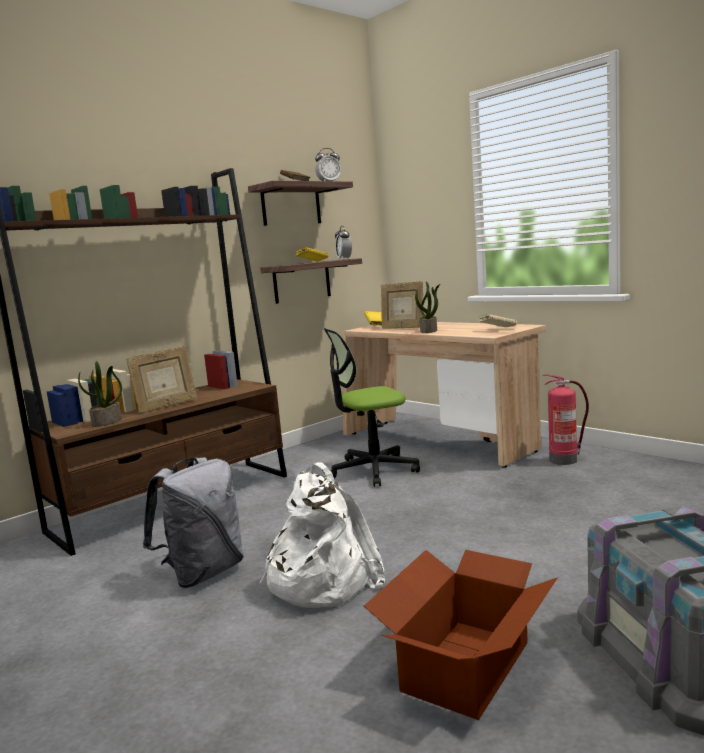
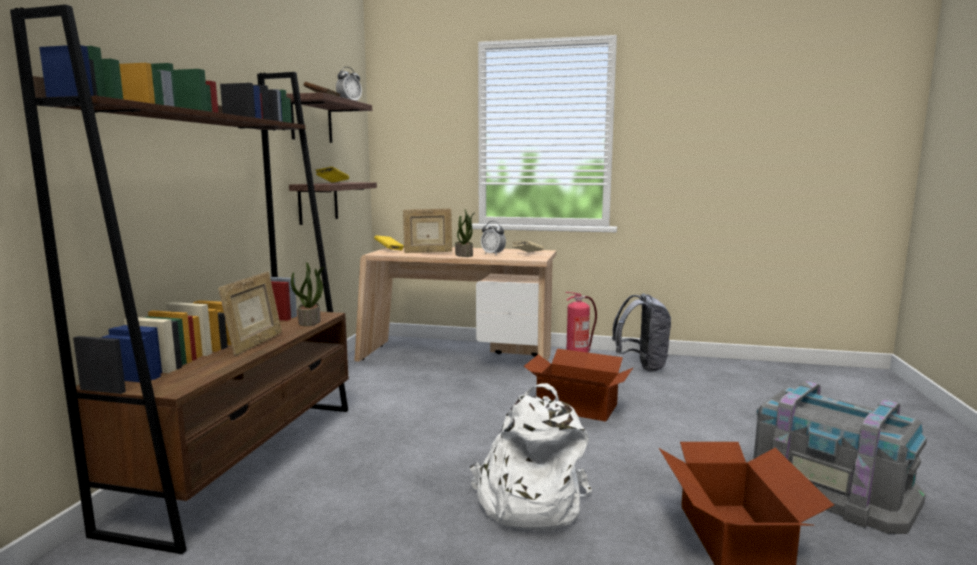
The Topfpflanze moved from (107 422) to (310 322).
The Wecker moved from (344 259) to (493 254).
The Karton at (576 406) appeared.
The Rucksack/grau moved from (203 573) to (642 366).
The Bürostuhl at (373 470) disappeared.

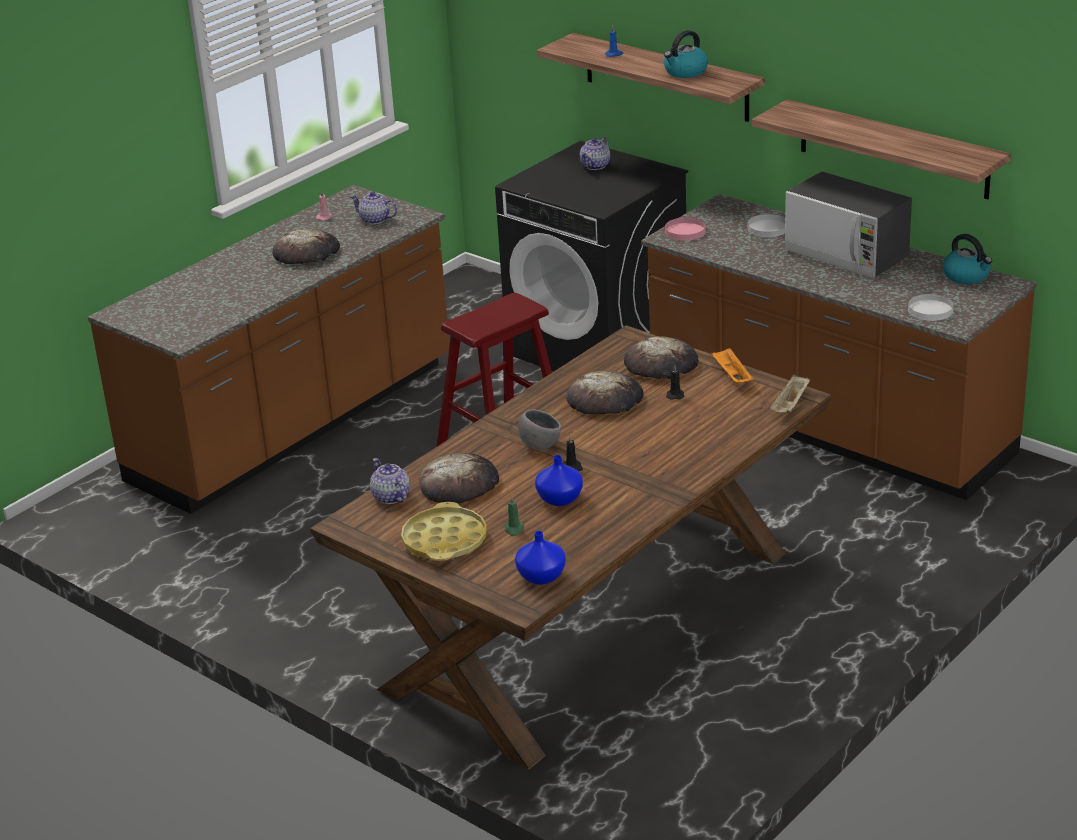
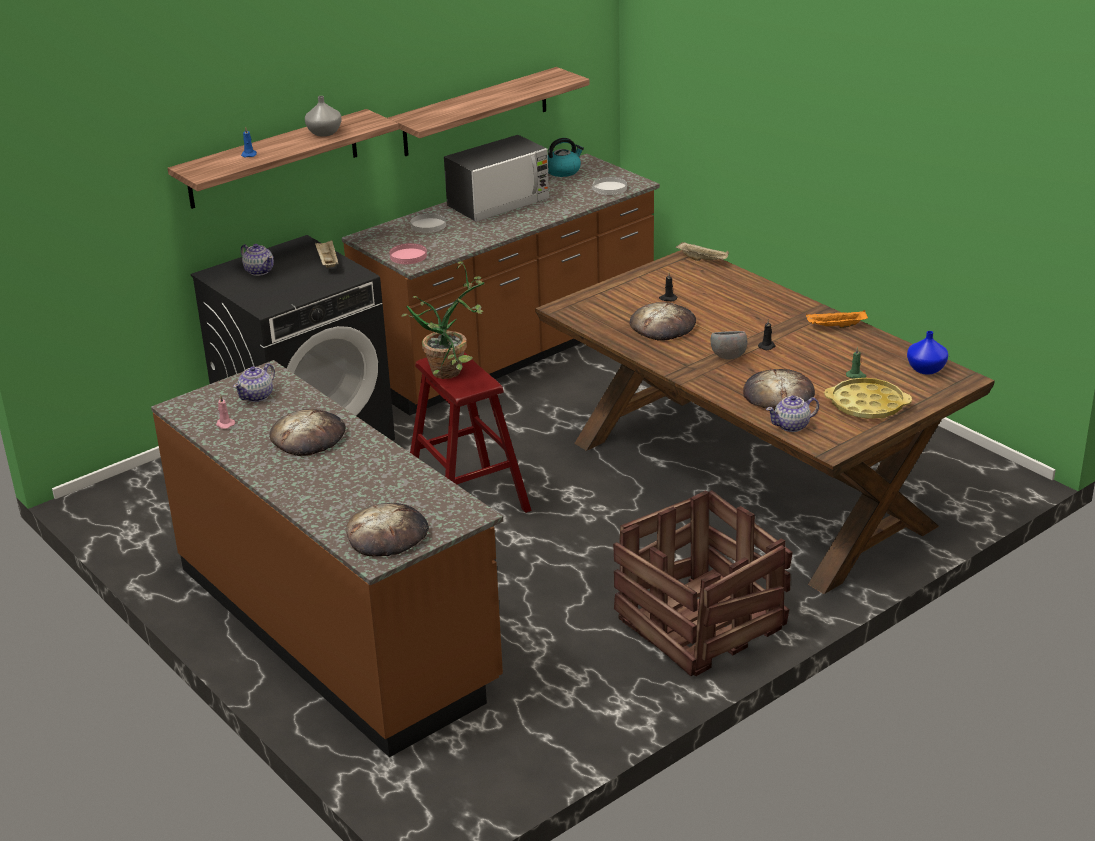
The Wasserkessel at (685 72) was replaced by the Vase/grau at (324 132).
The Tablett/beige at (327 262) appeared.
The Brot moved from (661 365) to (387 534).
The Topfpflanze at (454 373) appeared.
The Kiste at (698 625) appeared.
The Tablett/orange moved from (731 376) to (835 327).
The Vase/blau at (558 499) disappeared.

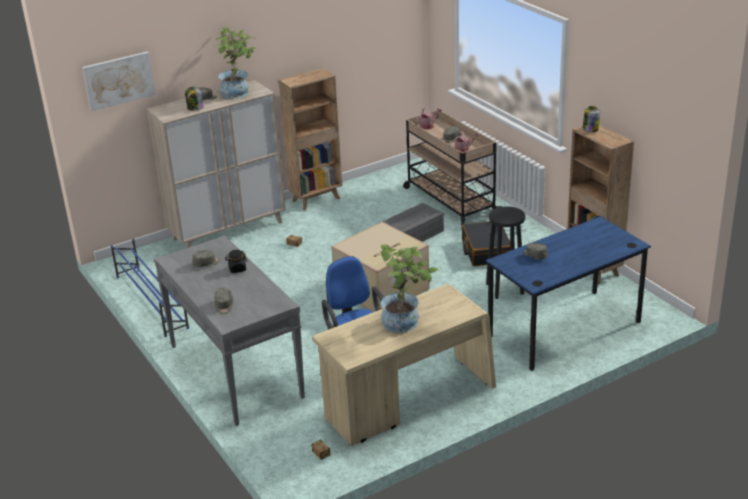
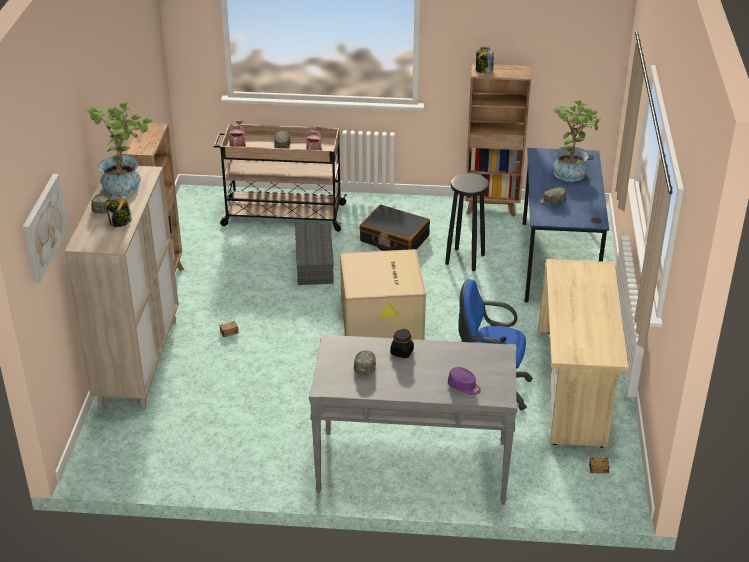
The Kappe/grau at (224 306) became the Kappe/lila at (464 386).
The Topfpflanze moved from (406 322) to (571 171).
The Schuhregal/blau at (151 301) disappeared.

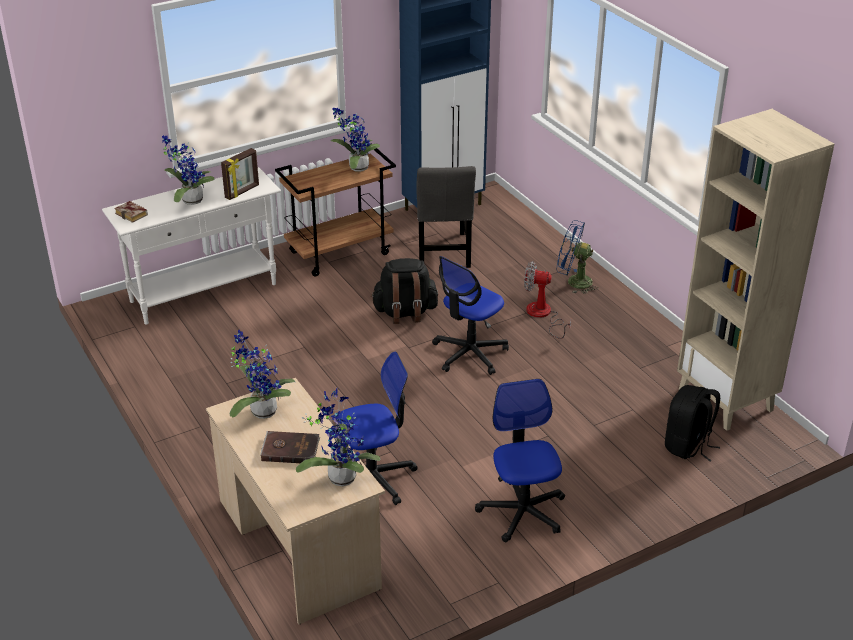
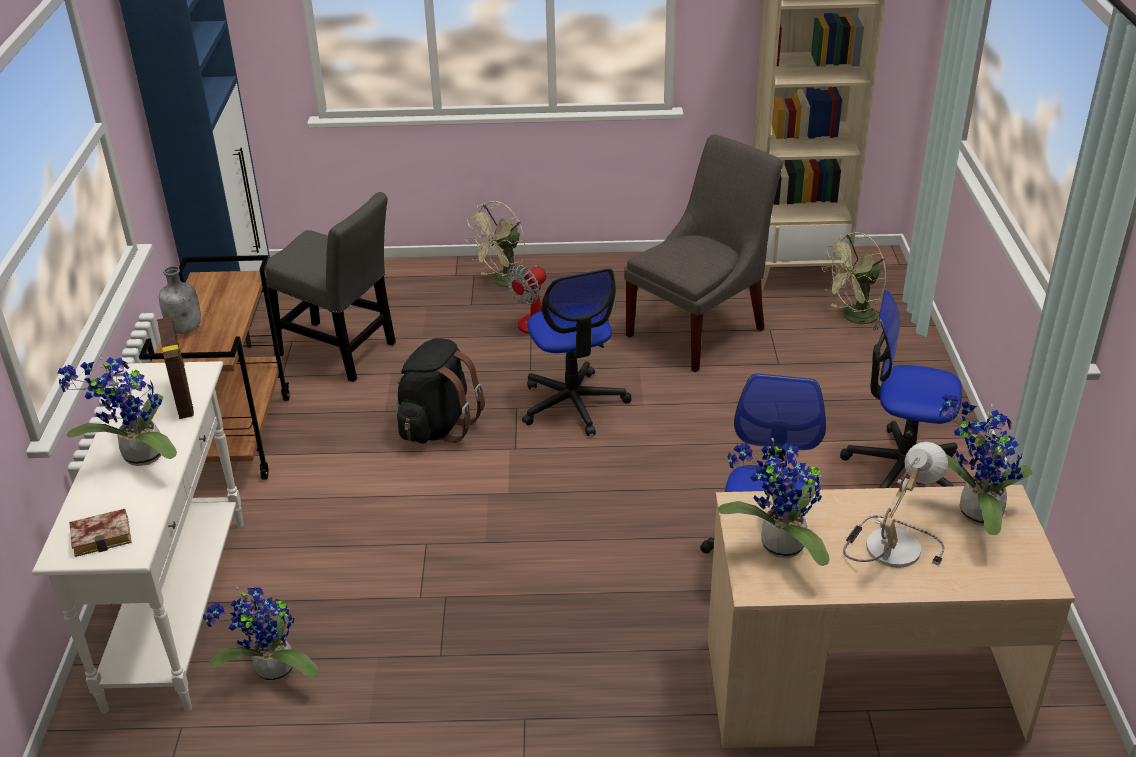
The Flasche/grau at (186 329) appeared.
The Topfpflanze moved from (356 167) to (271 673).
The Ventilator/blau at (573 282) became the Ventilator/beige at (504 283).
The Stuhl/grau at (700 330) appeared.
The Rucksack/schwarz at (688 446) was replaced by the Ventilator/grün at (854 318).
The Buch/braun at (290 449) was replaced by the Tischlampe at (889 544).

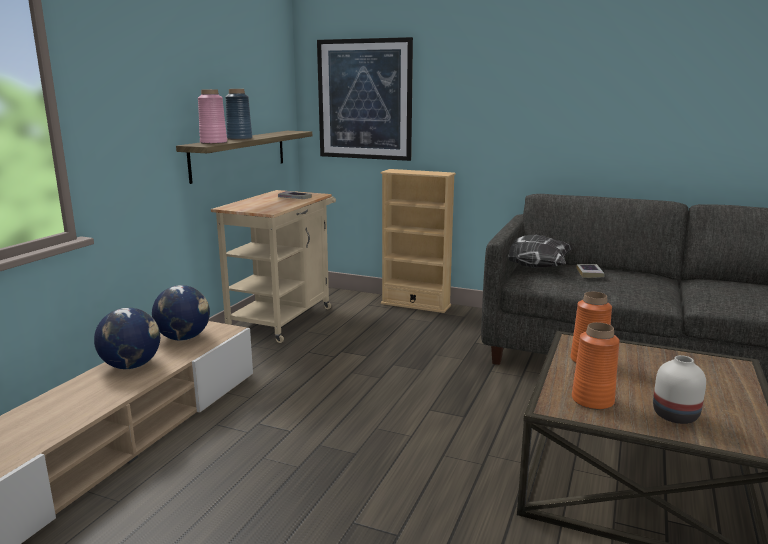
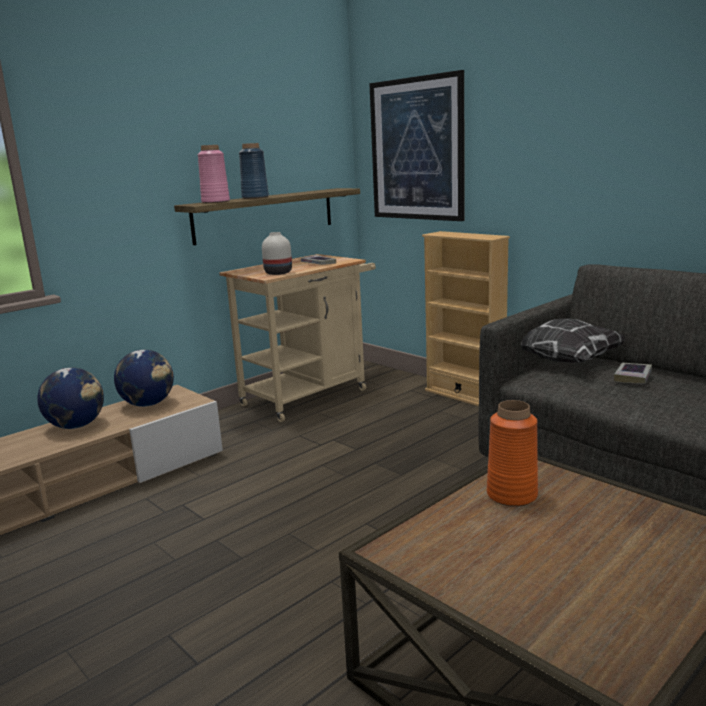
The Vase/weiß moved from (676 416) to (278 273).
The Vase/orange at (592 400) disappeared.

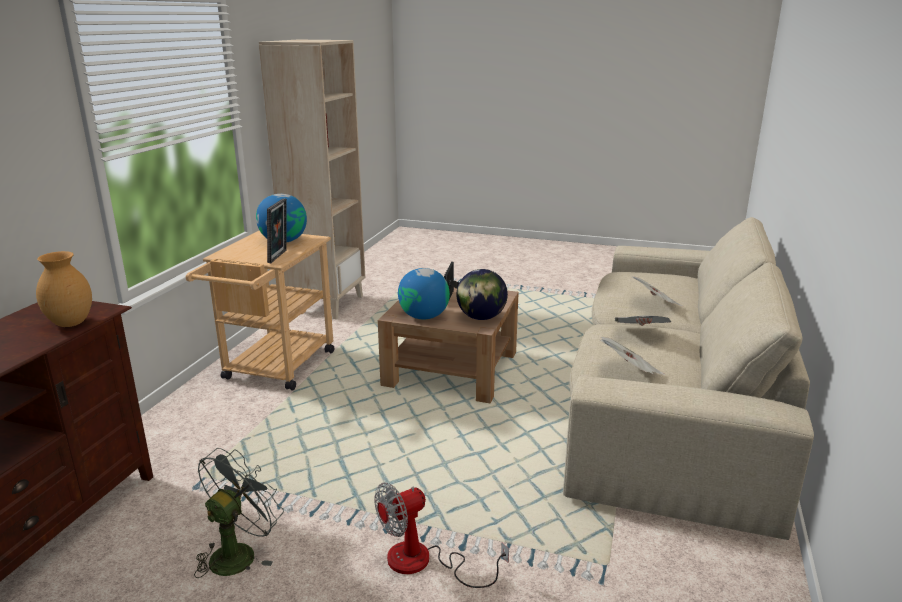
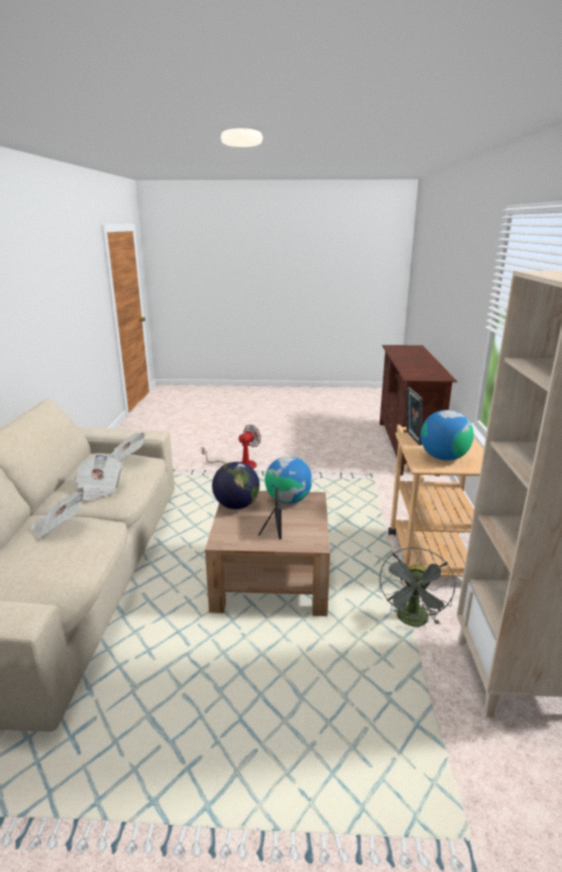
The Ventilator/grau moved from (239 553) to (413 621).
The Vase/braun at (71 323) disappeared.

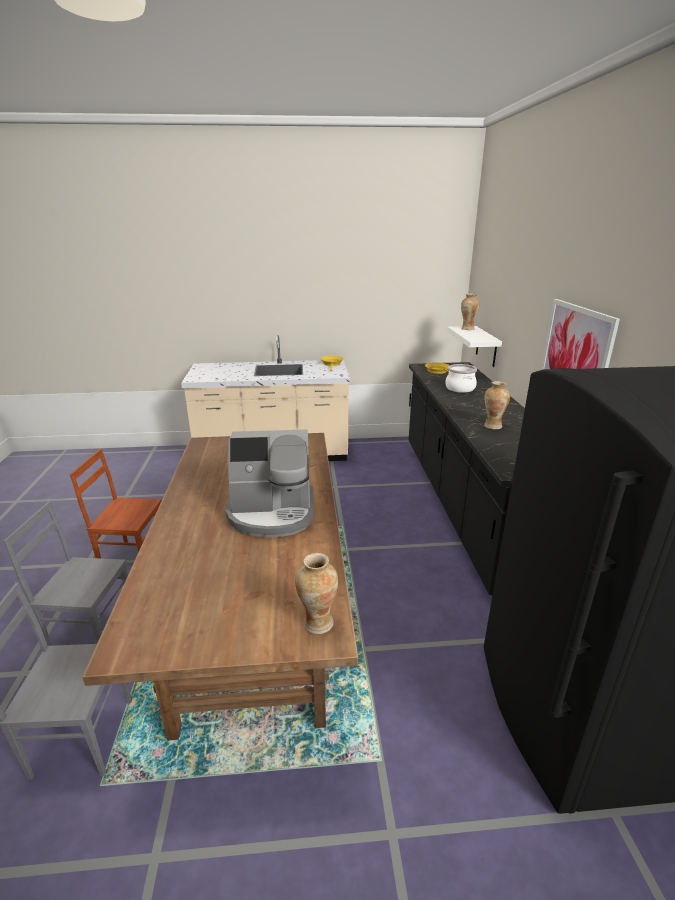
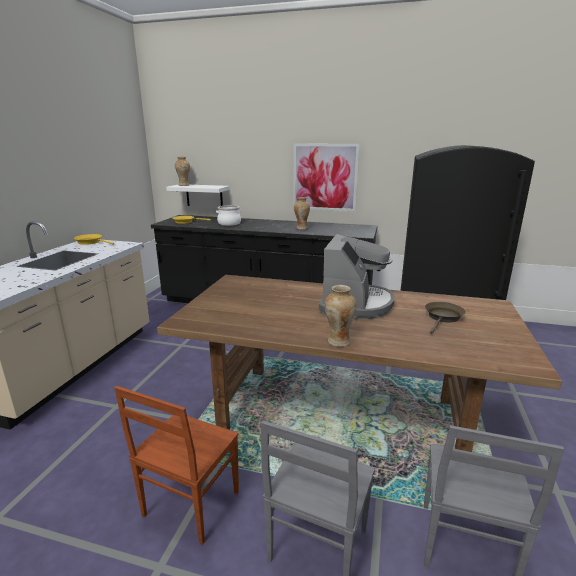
The Vase moved from (317 622) to (338 342).
The Pfanne/braun at (443 318) appeared.

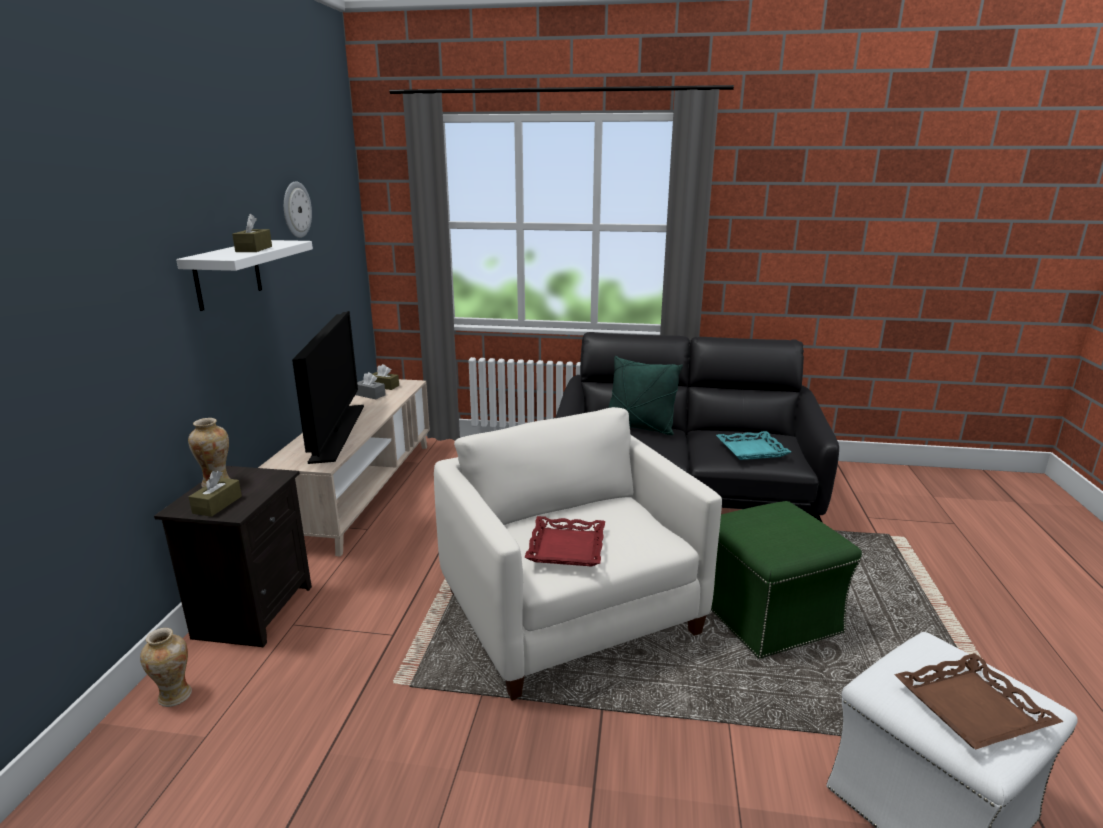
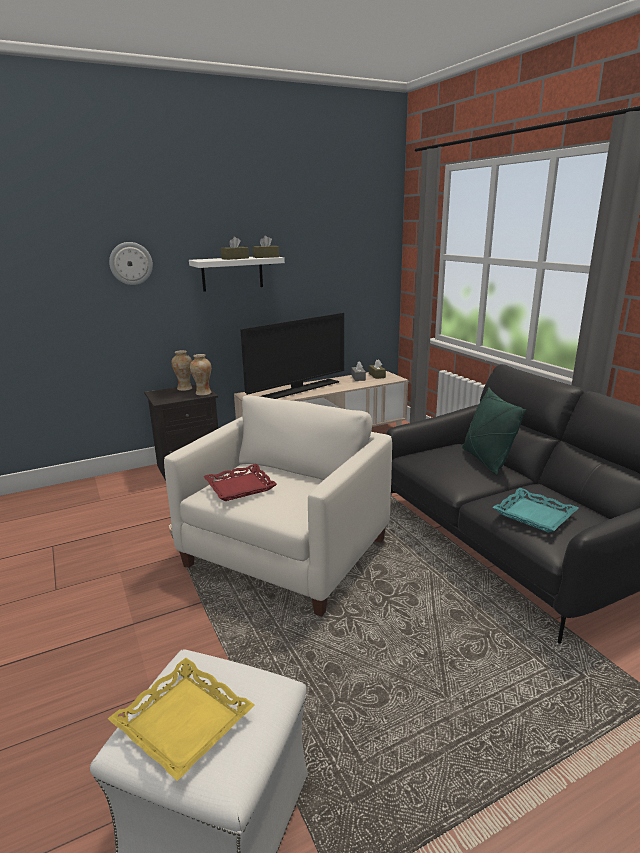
The Tablett/braun at (971 707) became the Tablett/gelb at (184 721).
The Wanduhr moved from (296 209) to (131 263).
The Vase moved from (175 696) to (203 393).
The Taschentuchbox/braun moved from (217 505) to (266 257).
The Polsterhocker/grün at (767 616) disappeared.

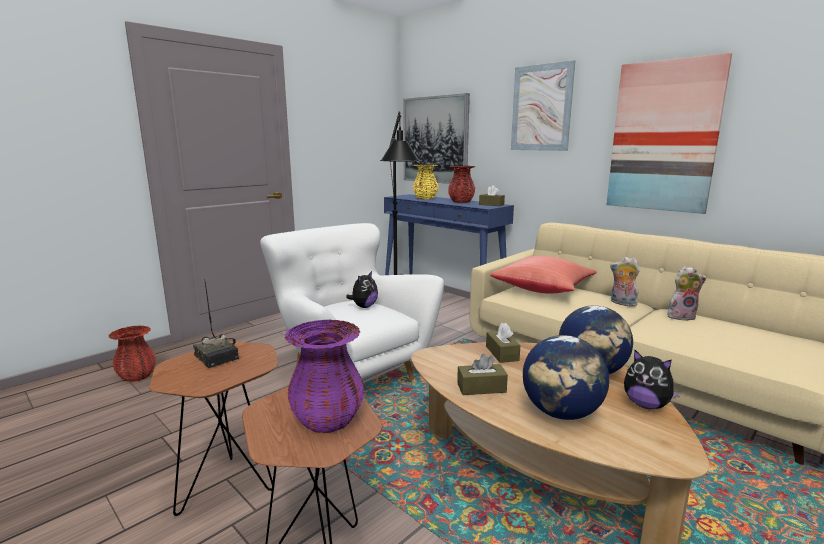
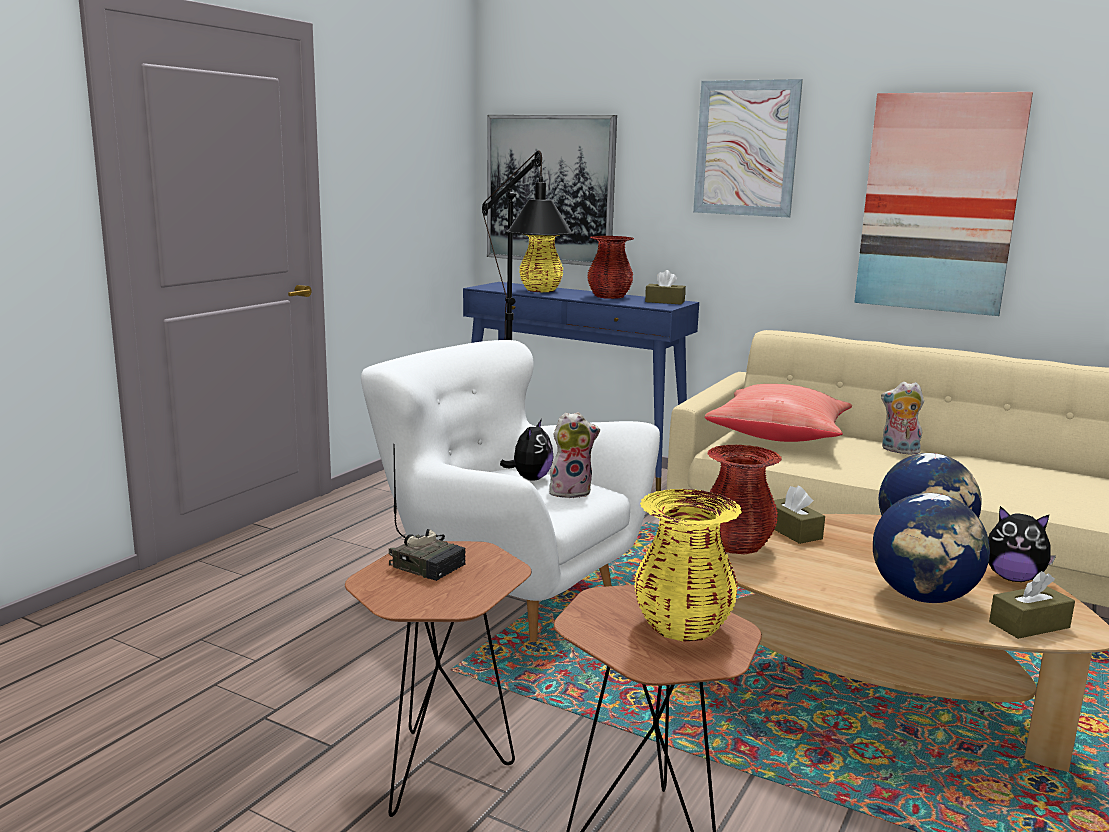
The Plüschtier moved from (681 316) to (571 491).
The Vase/lila at (327 420) became the Vase/gelb at (682 627).
The Vase/rot moved from (137 376) to (736 545).
The Taschentuchbox/braun moved from (481 388) to (1029 625).

